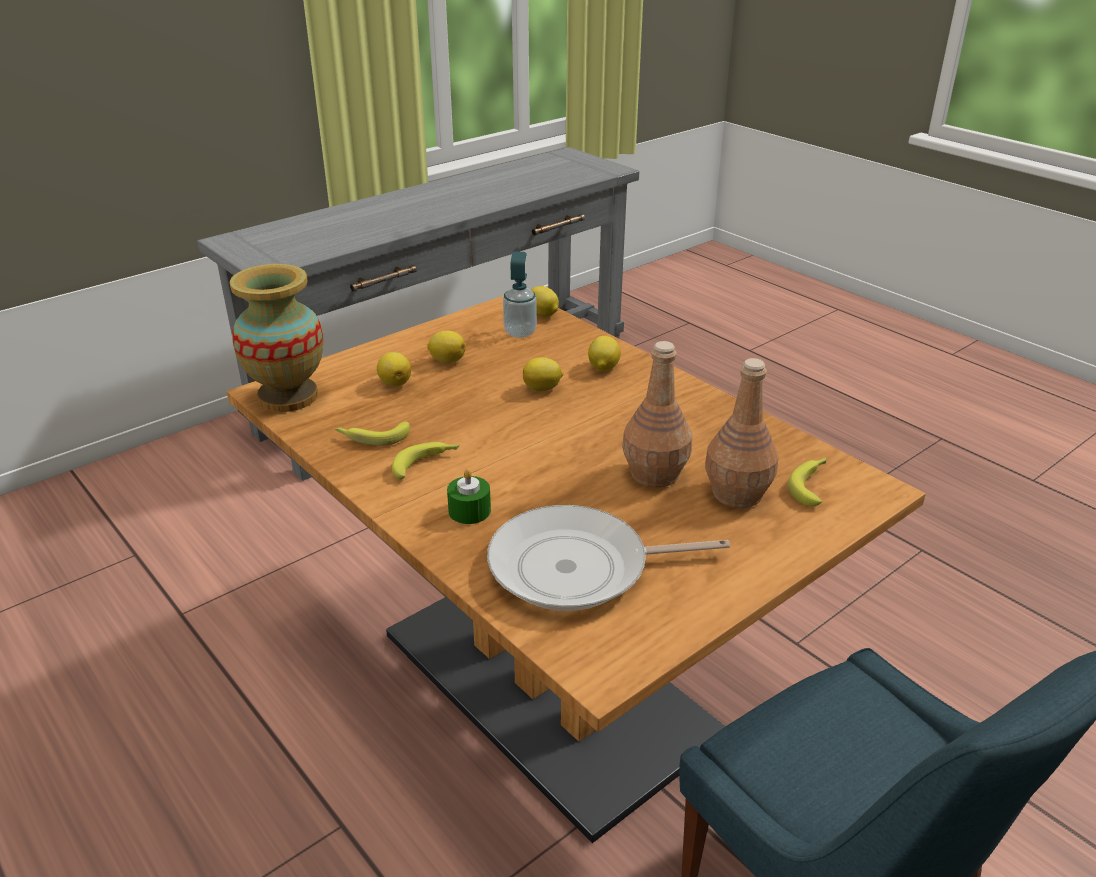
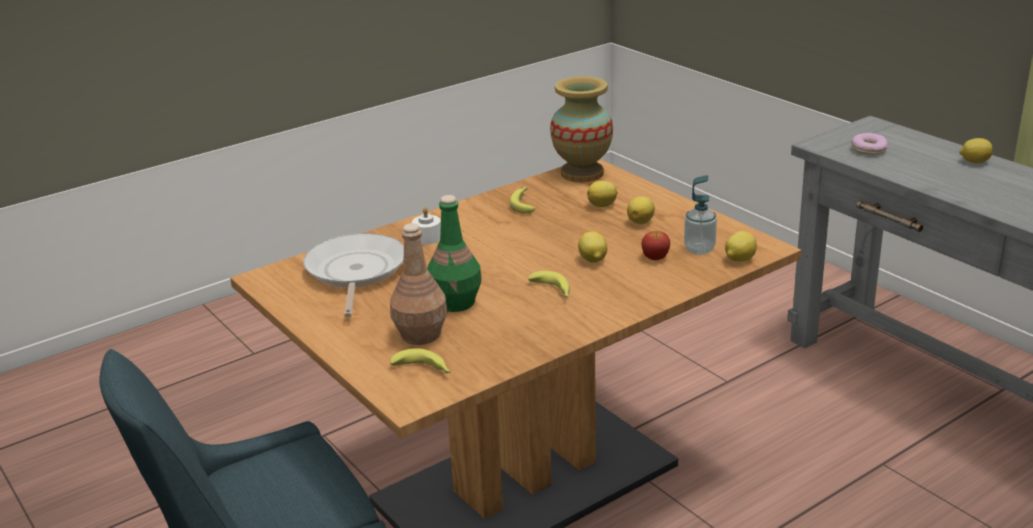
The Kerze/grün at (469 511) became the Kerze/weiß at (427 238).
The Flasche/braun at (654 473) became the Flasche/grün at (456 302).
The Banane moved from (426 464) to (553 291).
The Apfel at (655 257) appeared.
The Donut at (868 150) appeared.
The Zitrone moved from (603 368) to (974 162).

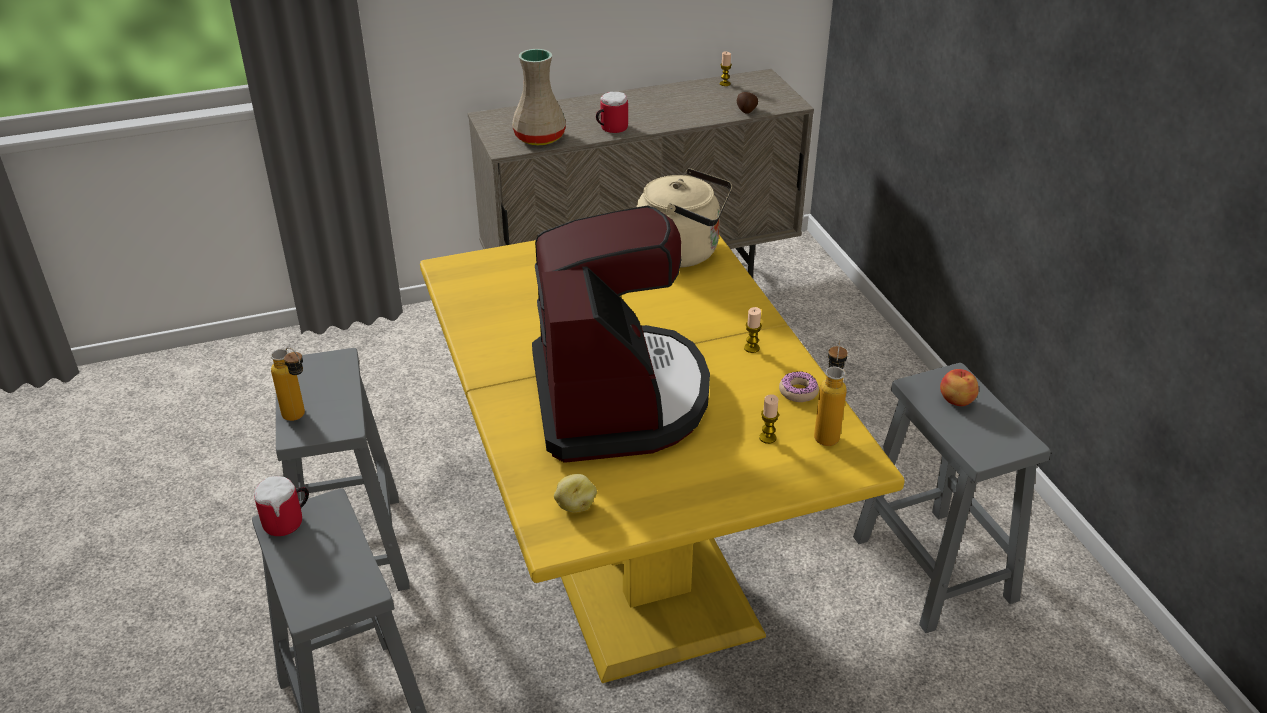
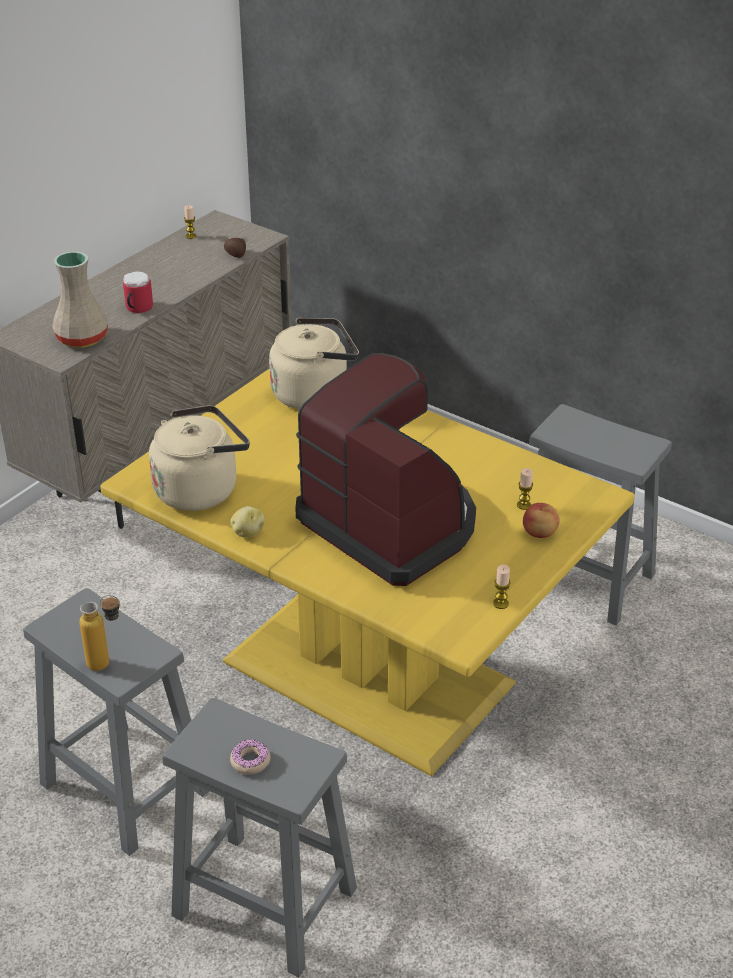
The Wasserkessel/beige at (200 489) appeared.
The Donut moved from (798 391) to (250 761).
The Kartoffel moved from (575 505) to (247 532).
The Kerze moved from (751 348) to (500 603).
The Apfel moved from (956 400) to (539 533).
The Henkelbecher at (289 522) disappeared.
The Flasche at (827 431) disappeared.

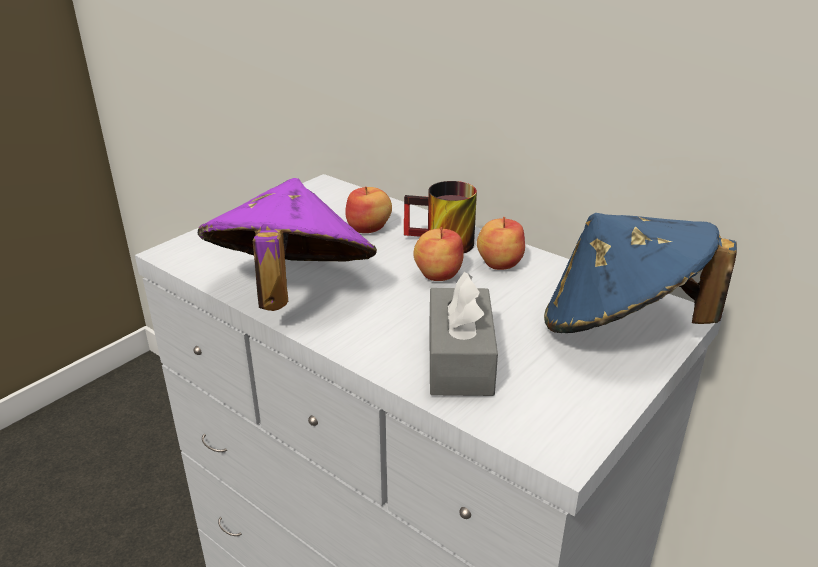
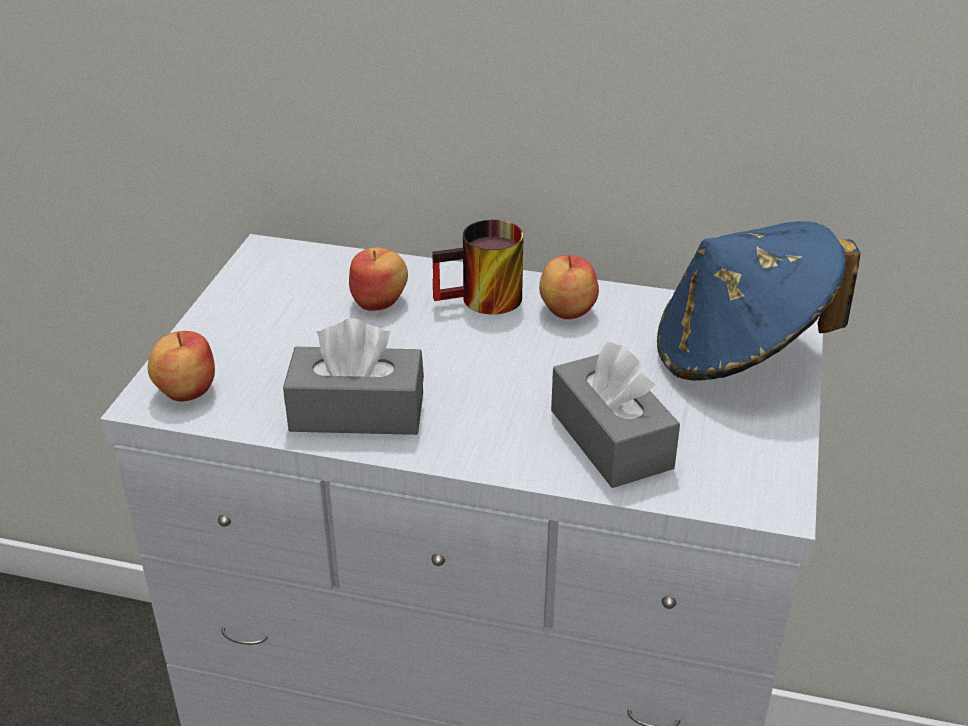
The Apfel moved from (438 274) to (186 390).
The Hut/lila at (291 291) was replaced by the Taschentuchbox/grau at (357 412).

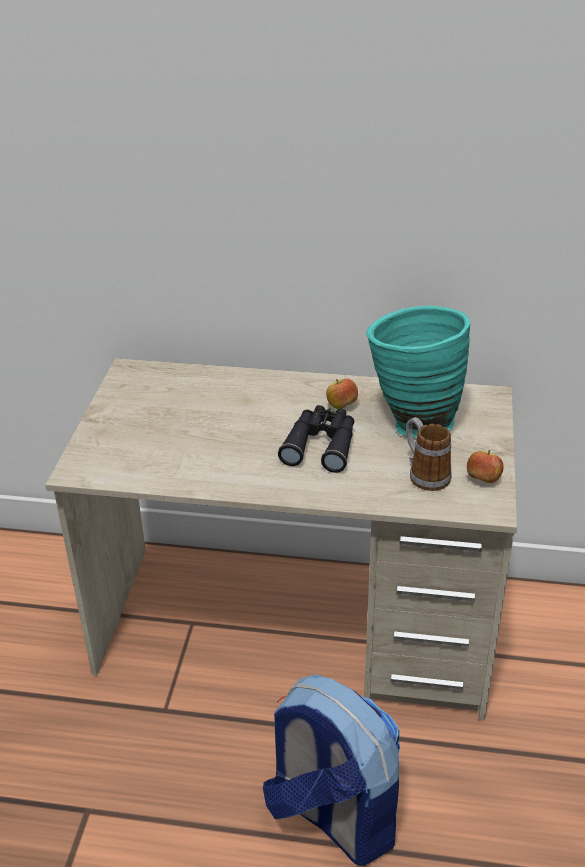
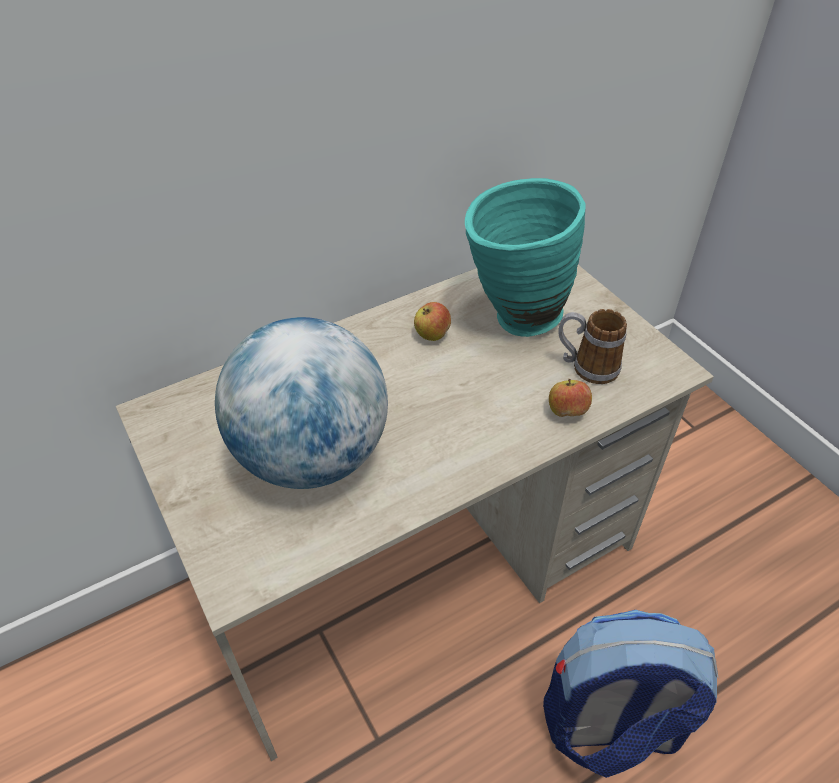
The Globus at (312 456) appeared.
The Apfel moved from (483 479) to (567 411).
The Fernglas/schwarz at (321 445) disappeared.

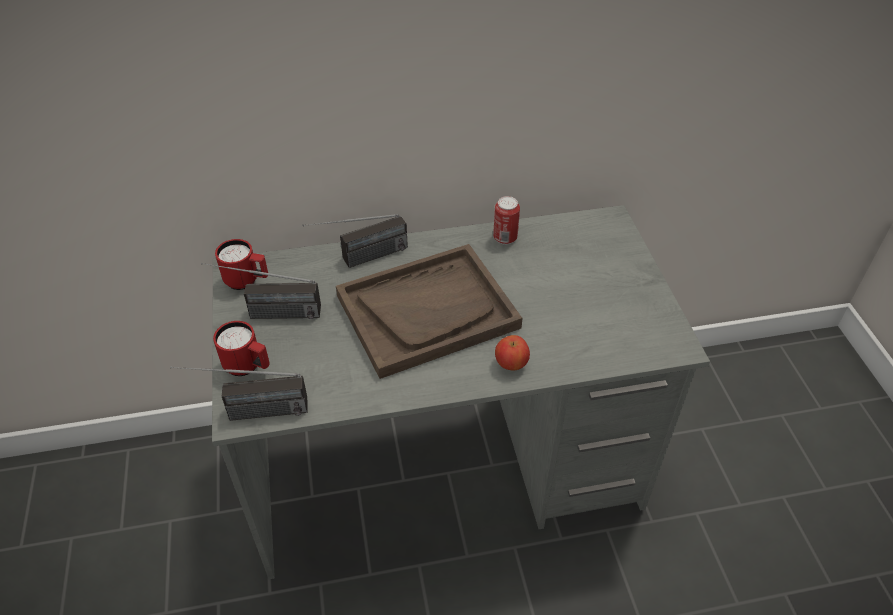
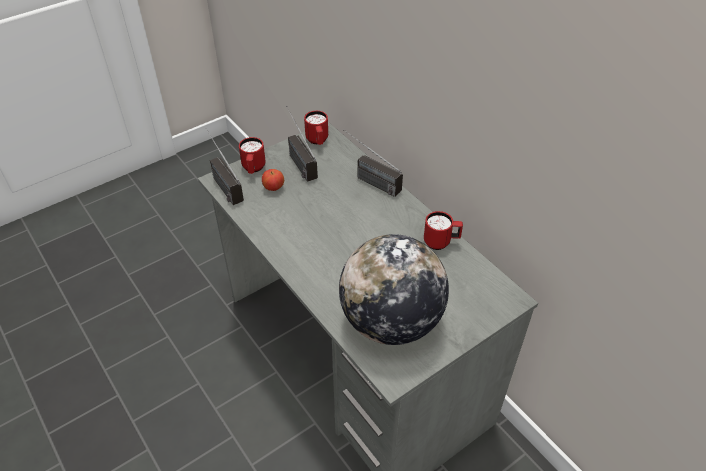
The Apfel moved from (511 364) to (274 188).
The Globus at (391 322) appeared.
The Dose at (505 238) was replaced by the Henkelbecher/rot at (441 242).
The Tablett/braun at (427 311) disappeared.

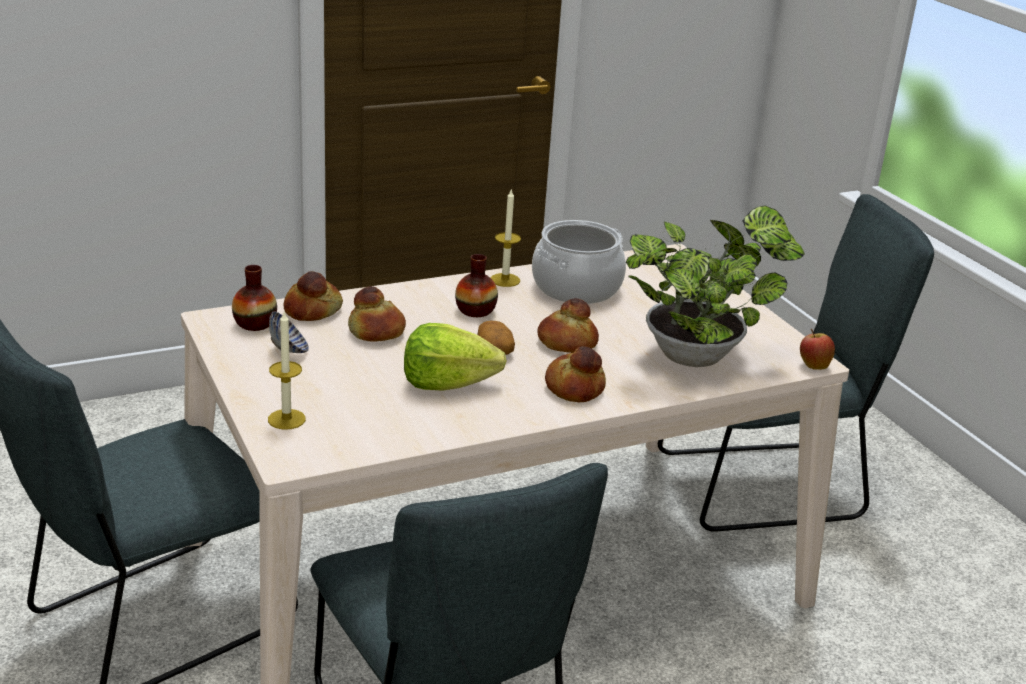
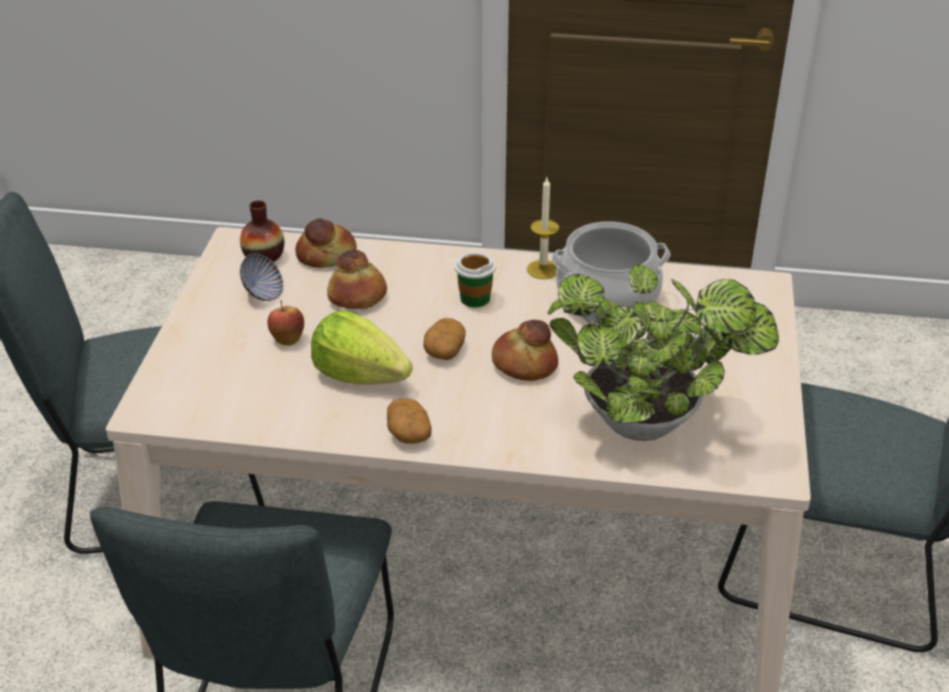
The Apfel moved from (813 365) to (287 339).
The Kartoffel at (408 433) appeared.
The Vase at (475 310) was replaced by the Tasse at (475 298).
The Kerze at (286 419) disappeared.
The Brot at (575 388) disappeared.

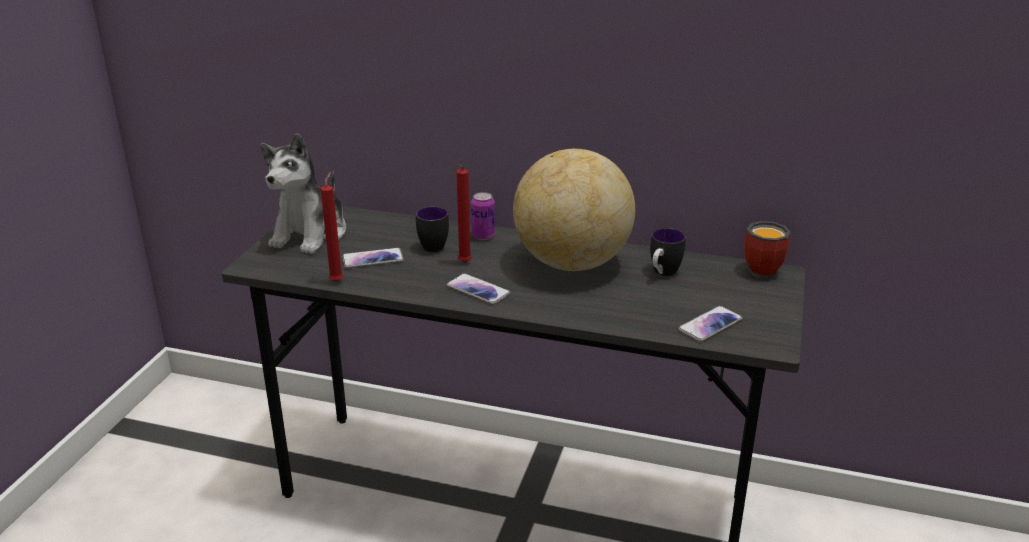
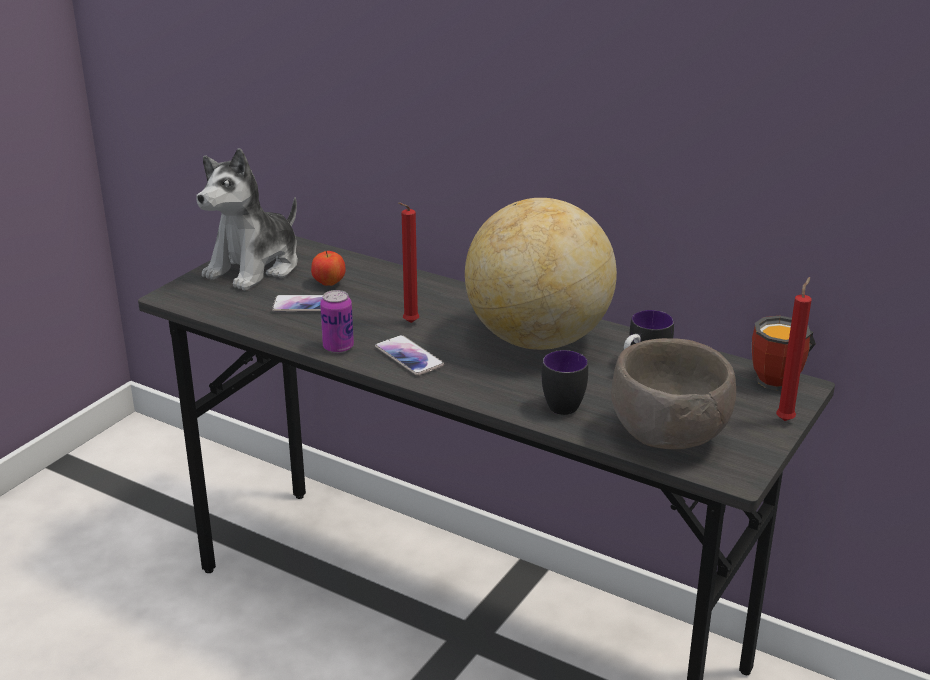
The Apfel at (329 284) appeared.
The Dose moved from (483 236) to (338 347).
The Henkelbecher moved from (433 244) to (564 403).
The Handy at (710 325) was replaced by the Schüssel/braun at (667 437).
The Kerze/rot moved from (337 280) to (786 419).

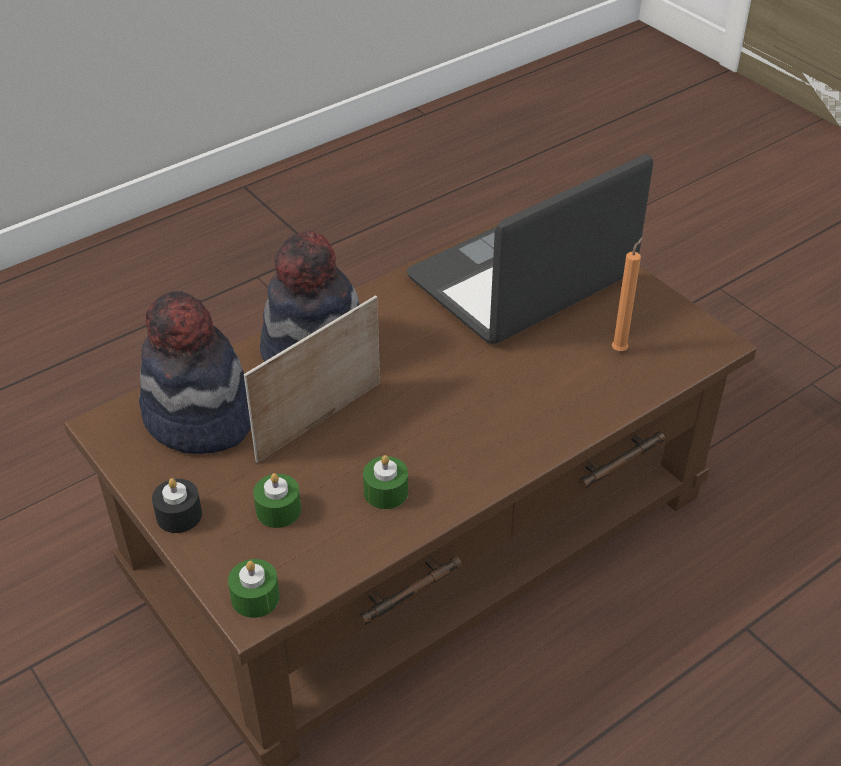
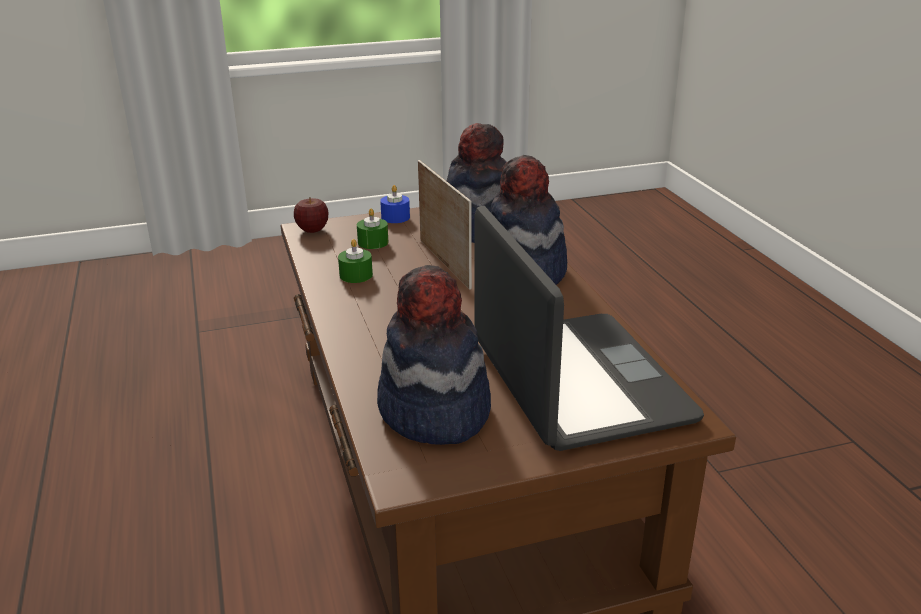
The Kerze/grün at (255 597) was replaced by the Apfel at (312 230).
The Kerze/orange at (620 349) was replaced by the Hut at (433 412).
The Kerze/schwarz at (179 515) became the Kerze/blau at (395 217).

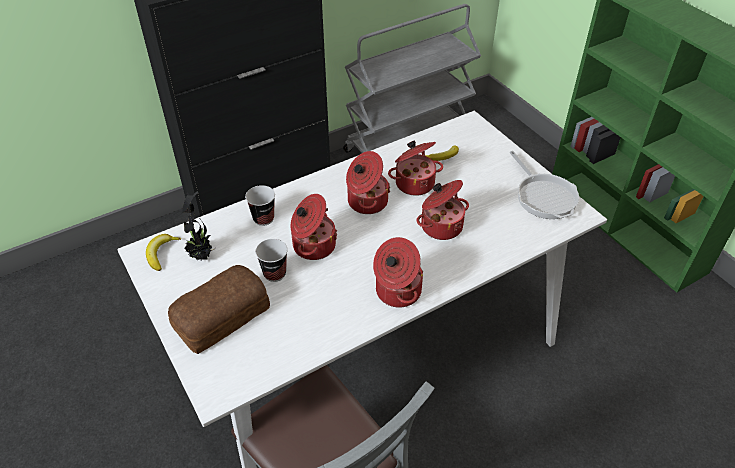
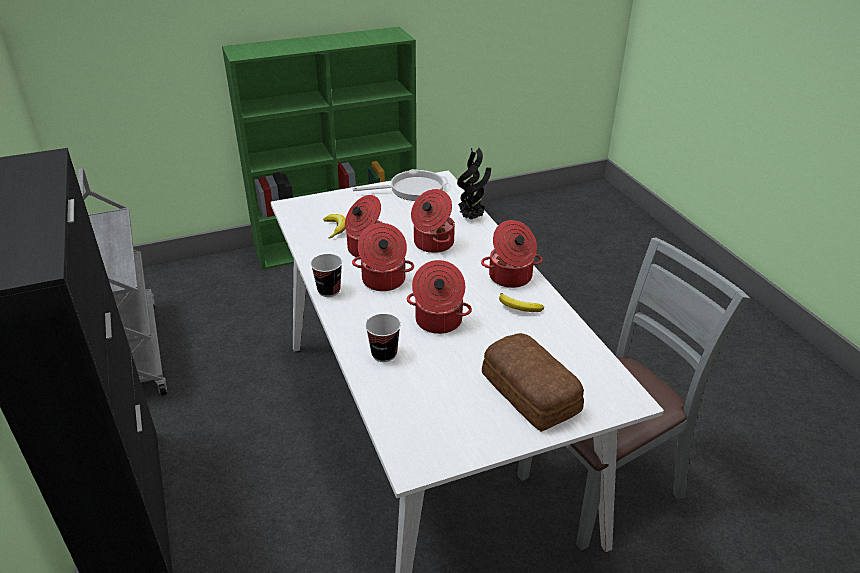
The Tasse moved from (274 273) to (329 290).
The Topfpflanze moved from (202 256) to (472 218).
The Banane moved from (161 253) to (518 308).

